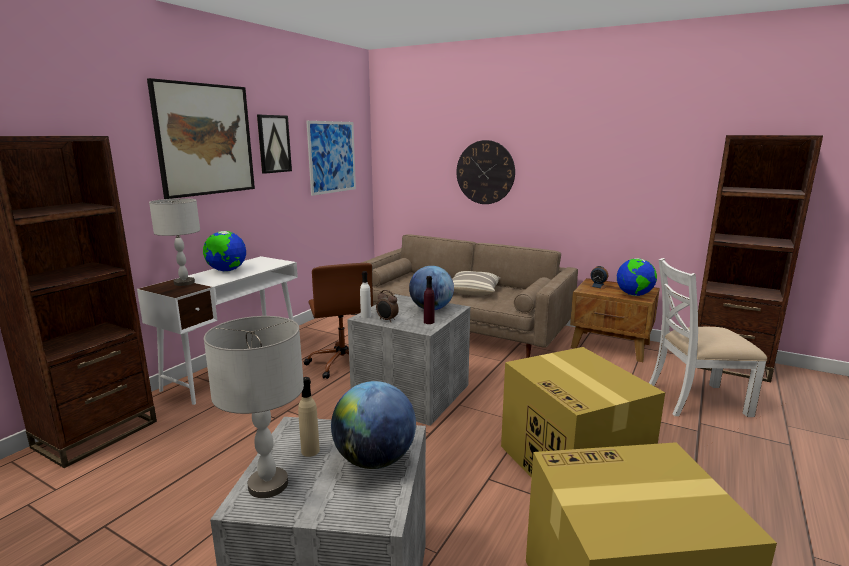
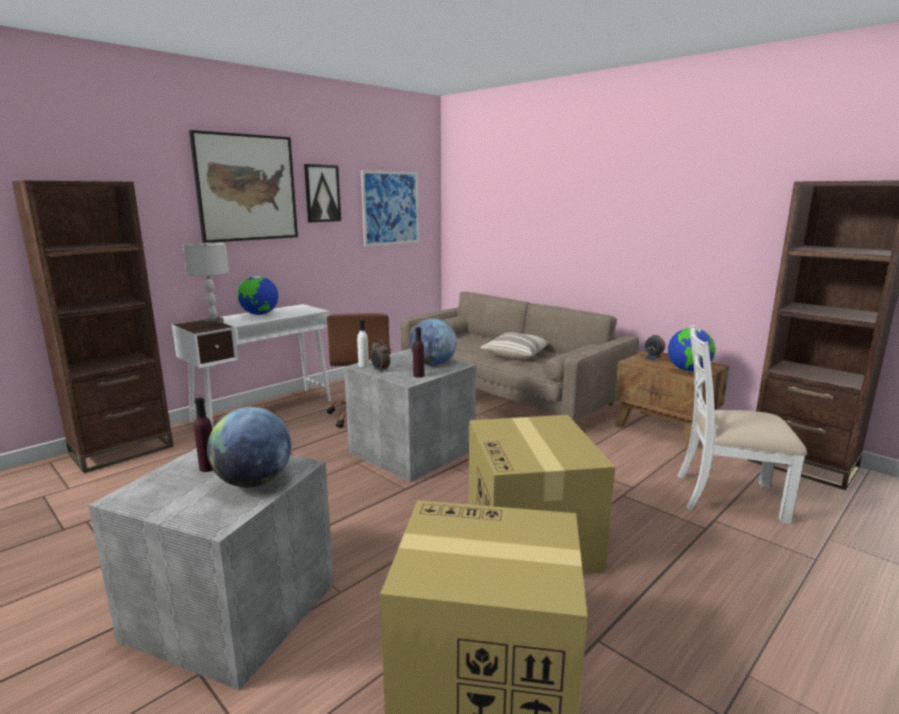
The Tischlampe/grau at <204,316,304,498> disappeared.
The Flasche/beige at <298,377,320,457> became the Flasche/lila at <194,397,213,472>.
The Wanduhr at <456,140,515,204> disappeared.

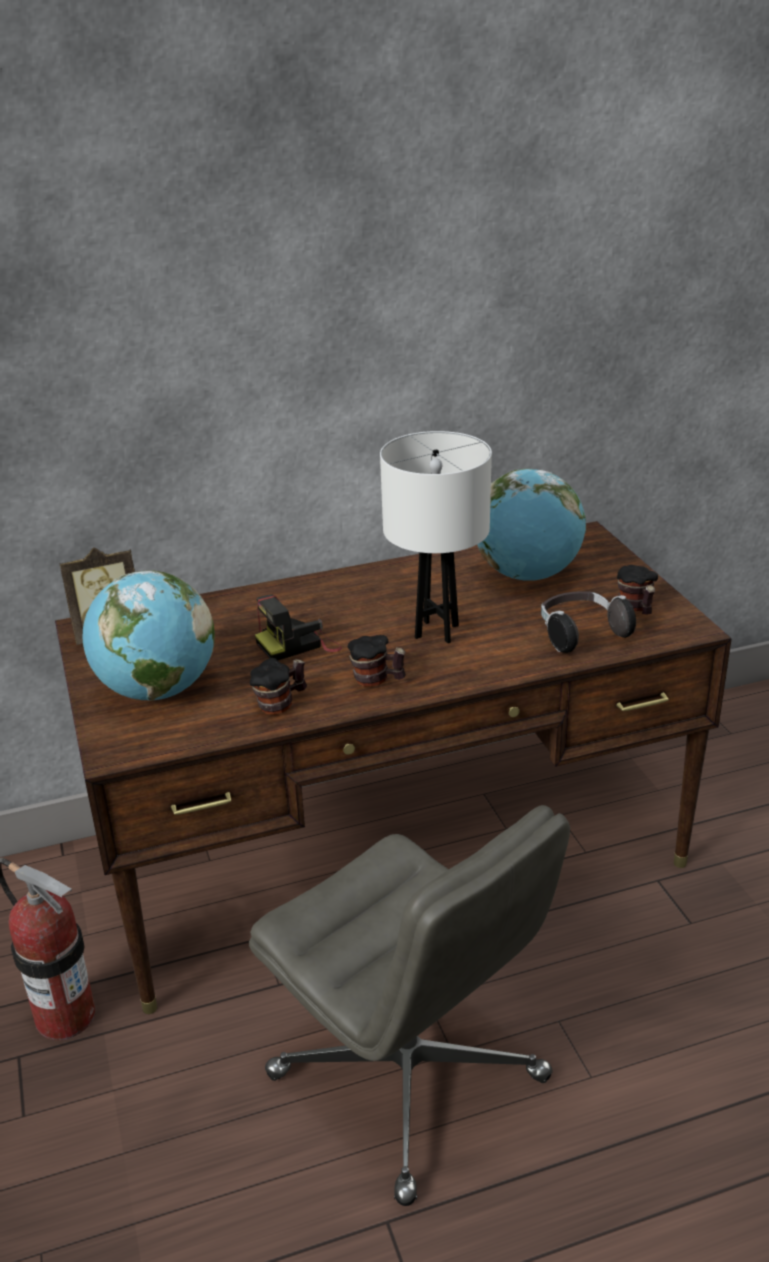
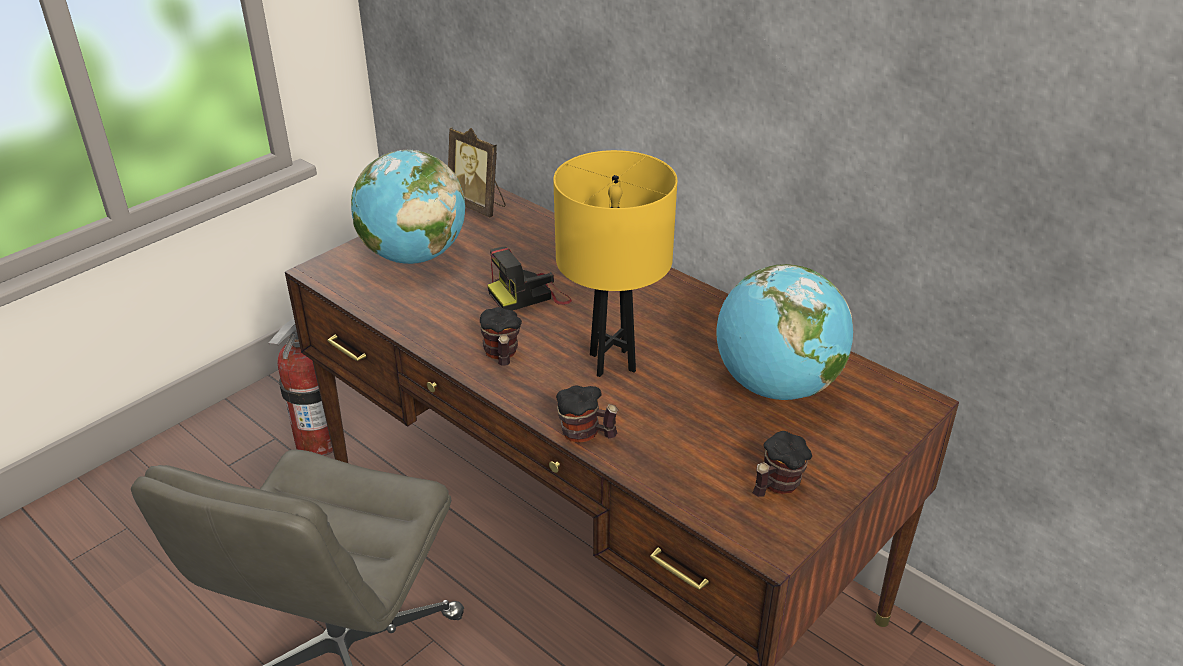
The Henkelbecher moved from <250,658,307,715> to <556,385,618,443>.
The Kamera at <255,595,342,660> turned 60 degrees counterclockwise.
The Tischlampe/weiß at <380,431,492,643> became the Tischlampe/gelb at <553,150,677,377>.
The Kopfhörer at <541,591,636,653> disappeared.

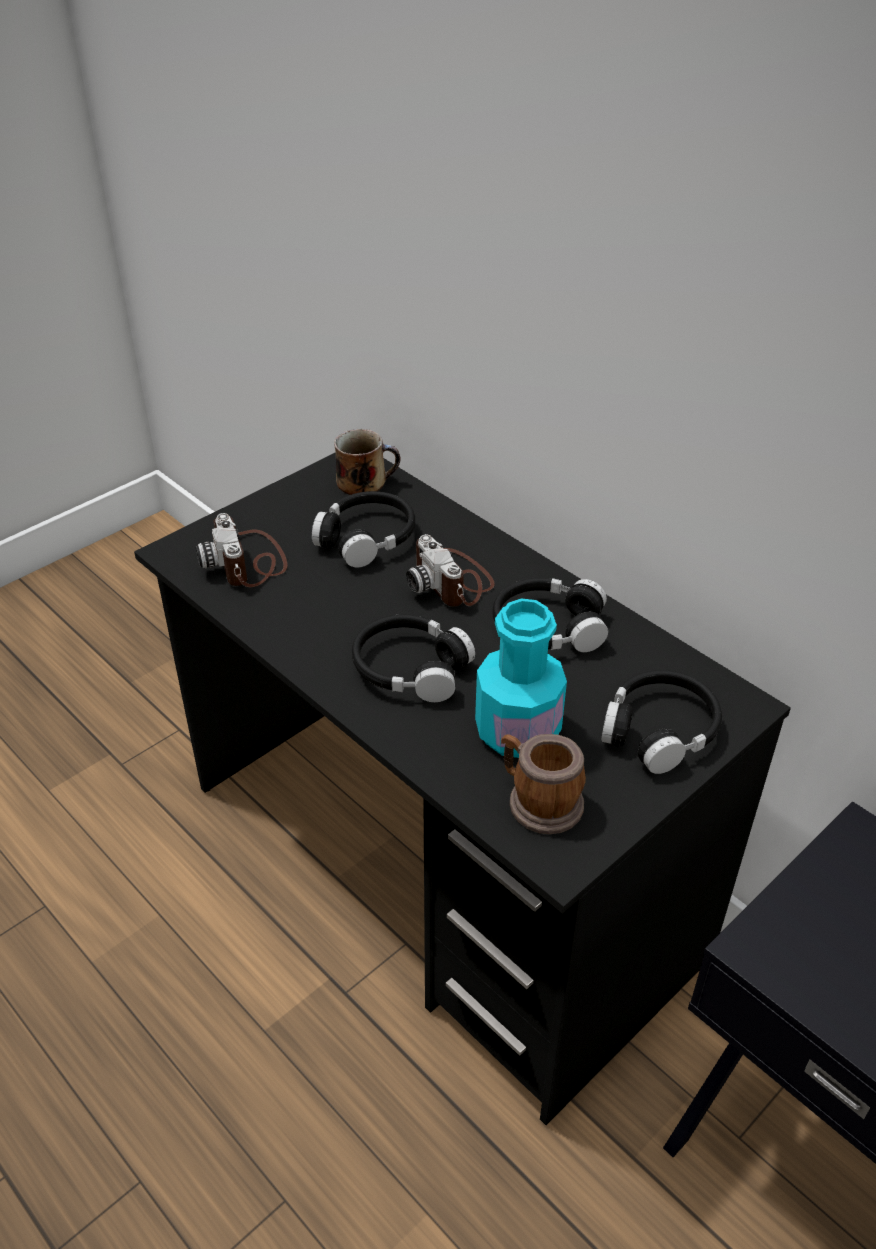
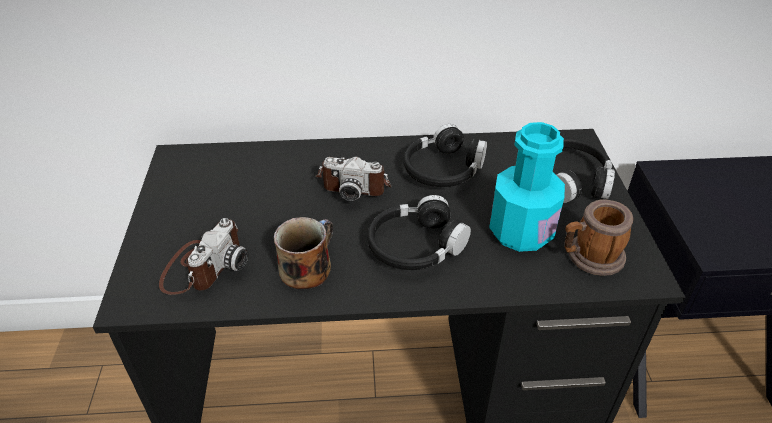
The Kamera at <196,513,288,588> turned 90 degrees counterclockwise.
The Kopfhörer/schwarz at <312,491,415,568> disappeared.
The Henkelbecher moved from <334,429,401,495> to <274,217,333,289>.

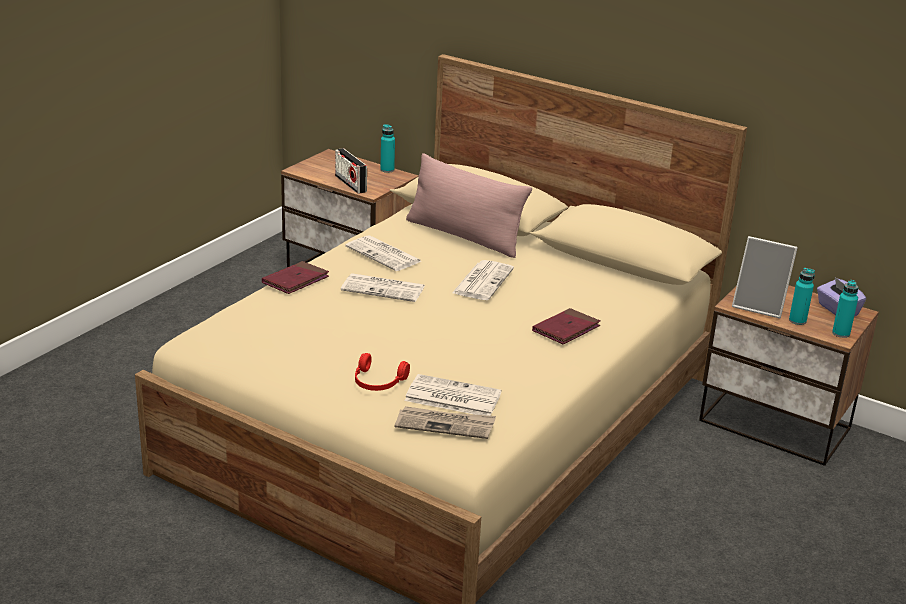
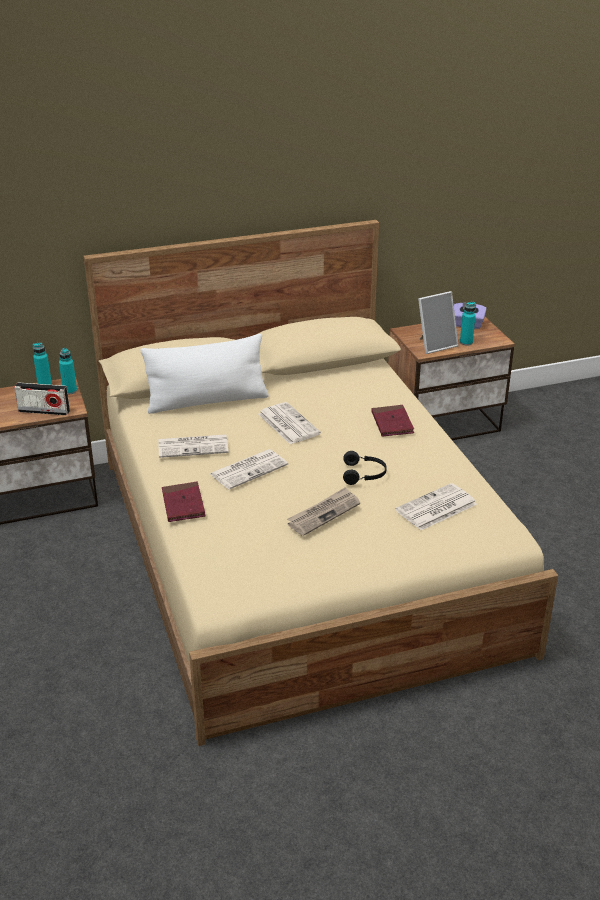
The Kopfhörer/rot at <355,353,410,391> disappeared.
The Zeitung moved from <395,406,496,439> to <287,487,360,536>.
The Kissen/rosa at <406,153,532,258> became the Kissen/weiß at <140,334,269,414>.
The Flasche/türkis moved from <832,280,858,338> to <59,348,77,394>.
The Kopfhörer/schwarz at <343,451,387,485> appeared.

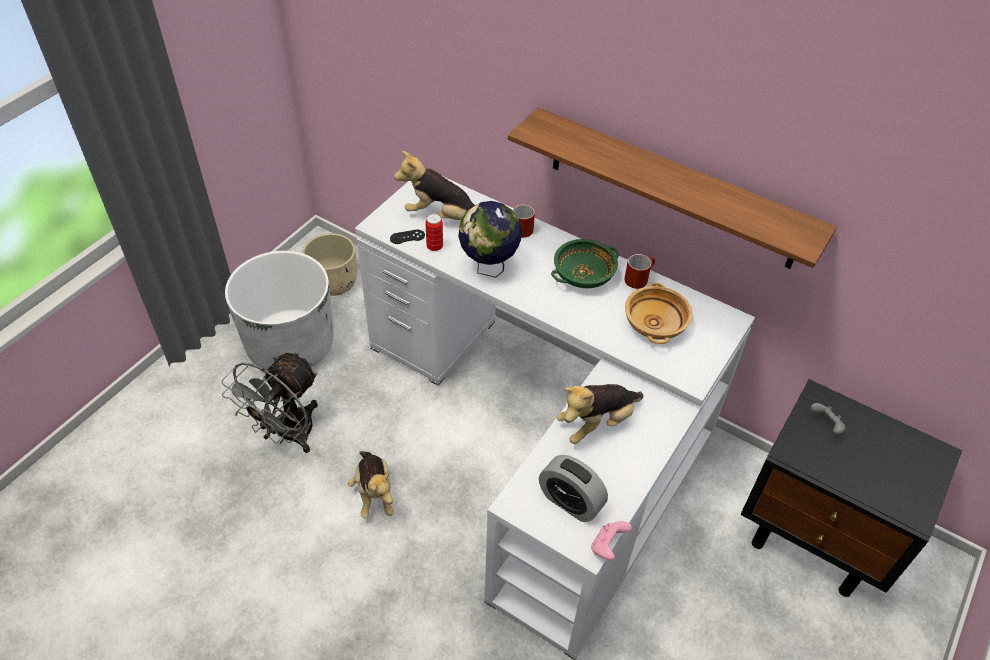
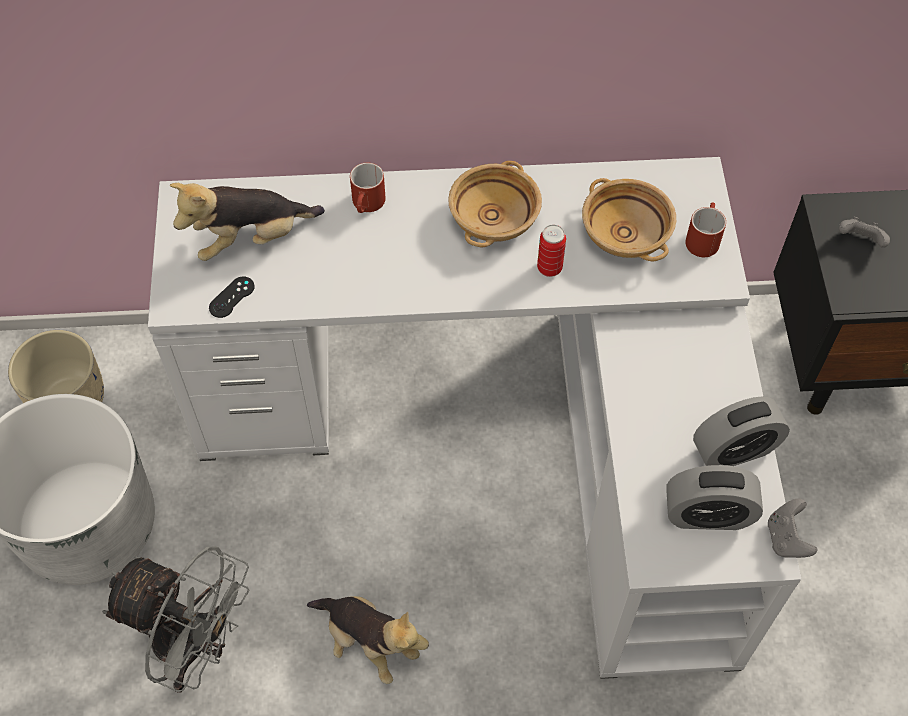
The Ventilator/grau at <222,352,318,453> turned 60 degrees counterclockwise.
The Dose moved from <425,214,443,251> to <537,225,566,277>.
The Globus at <458,201,522,278> disappeared.
The Wandregal at <508,107,837,269> disappeared.
The Schüssel/grün at <551,239,619,288> became the Schüssel/beige at <448,161,542,247>.
The Plüschtier at <557,384,643,444> disappeared.
The Gamepad/rosa at <591,521,632,560> became the Gamepad/grau at <768,499,817,558>.
The Henkelbecher/rot moved from <624,254,655,289> to <685,202,726,257>.
The Wecker at <693,396,790,466> appeared.

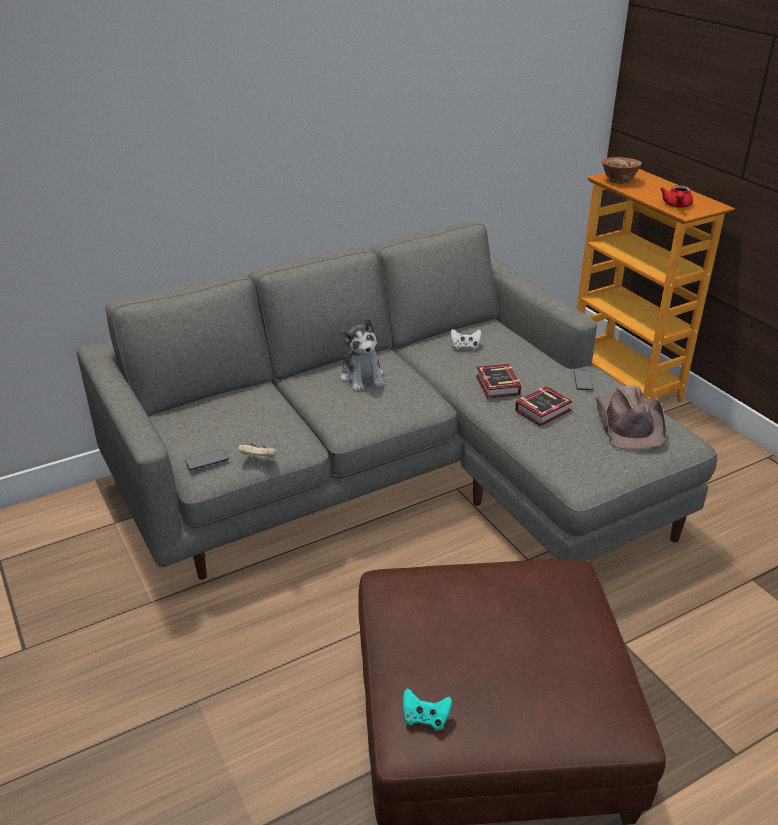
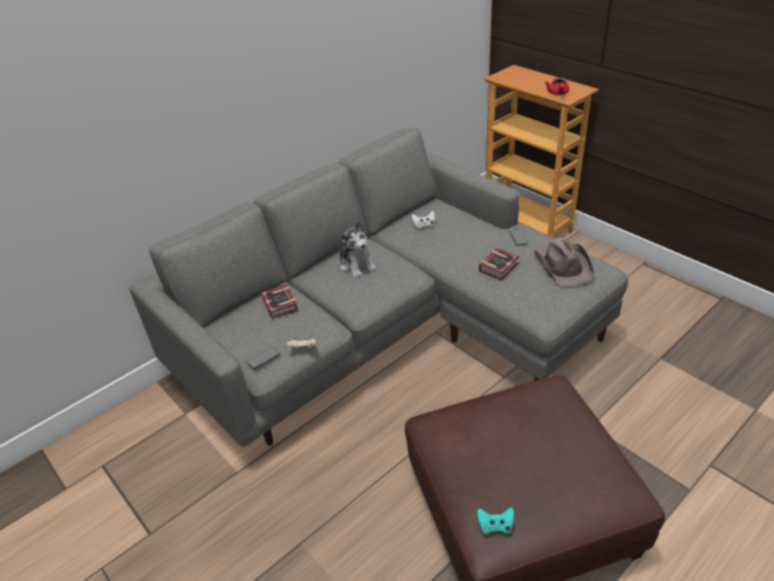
The Buch moved from <476,364,521,399> to <261,284,298,319>.
The Schüssel at <602,157,642,184> disappeared.

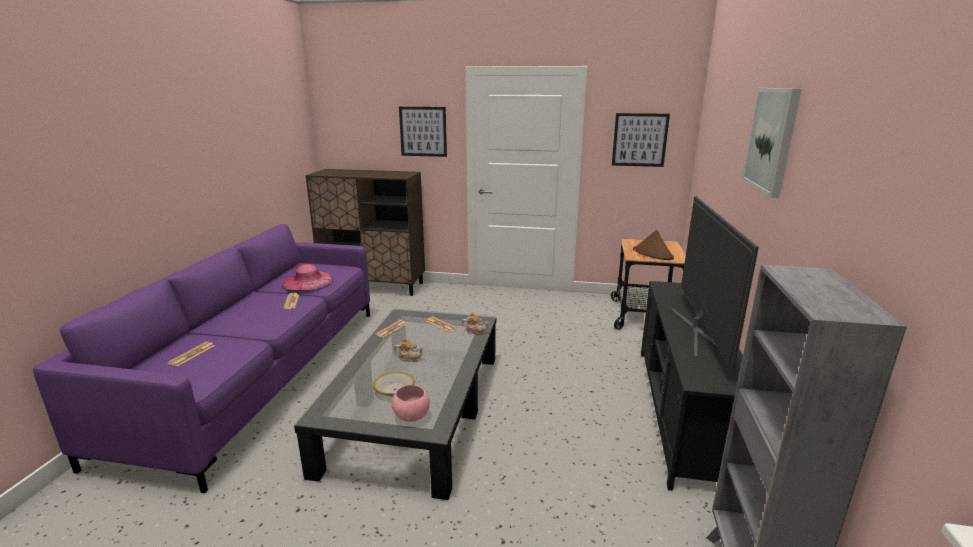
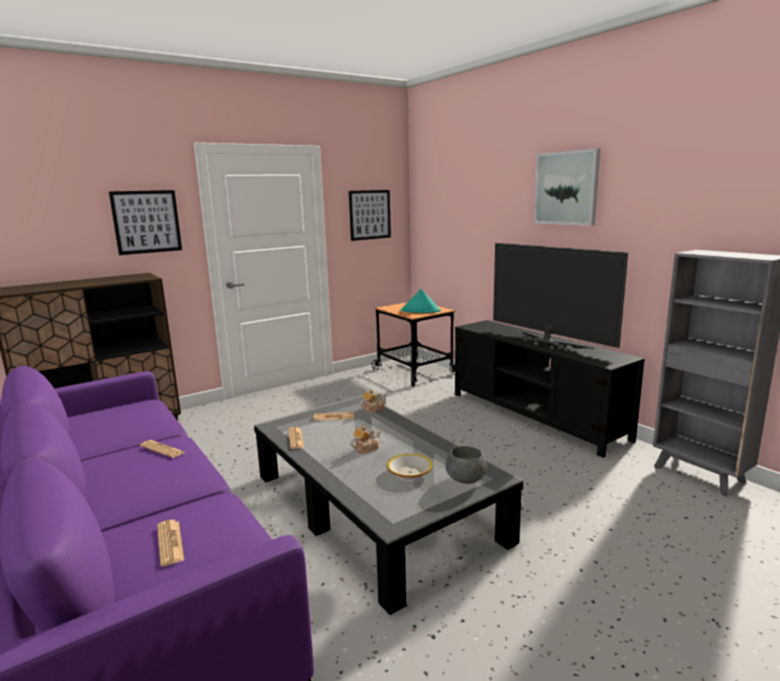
The Hut/rosa at <283,264,334,290> disappeared.
The Schüssel/rosa at <392,385,430,422> became the Schüssel/grau at <445,446,487,484>.
The Hut/braun at <633,230,674,260> became the Hut/türkis at <400,289,441,313>.

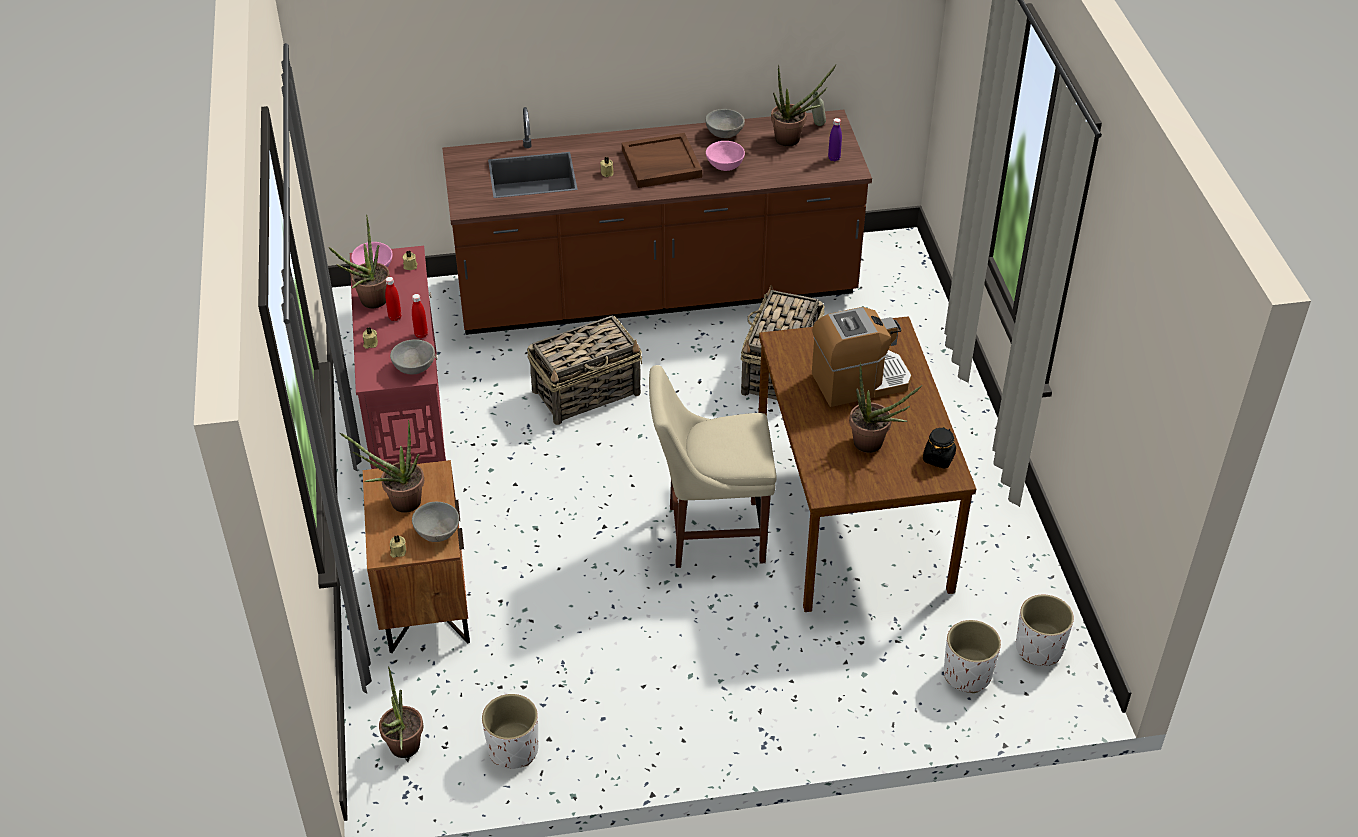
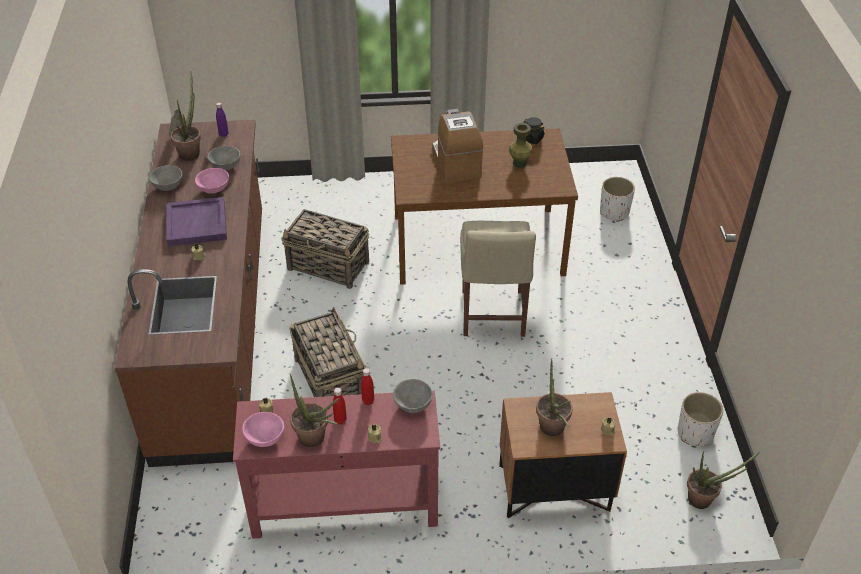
The Schüssel/grau moved from <412,502,459,542> to <207,146,241,170>.
The Tablett/braun at <622,133,702,188> became the Tablett/lila at <167,197,227,247>.
The Topfpflanze at <849,362,923,453> was replaced by the Vase/grün at <509,123,533,168>.
The Pflanzkübel/weiß at <1016,595,1074,666> disappeared.

